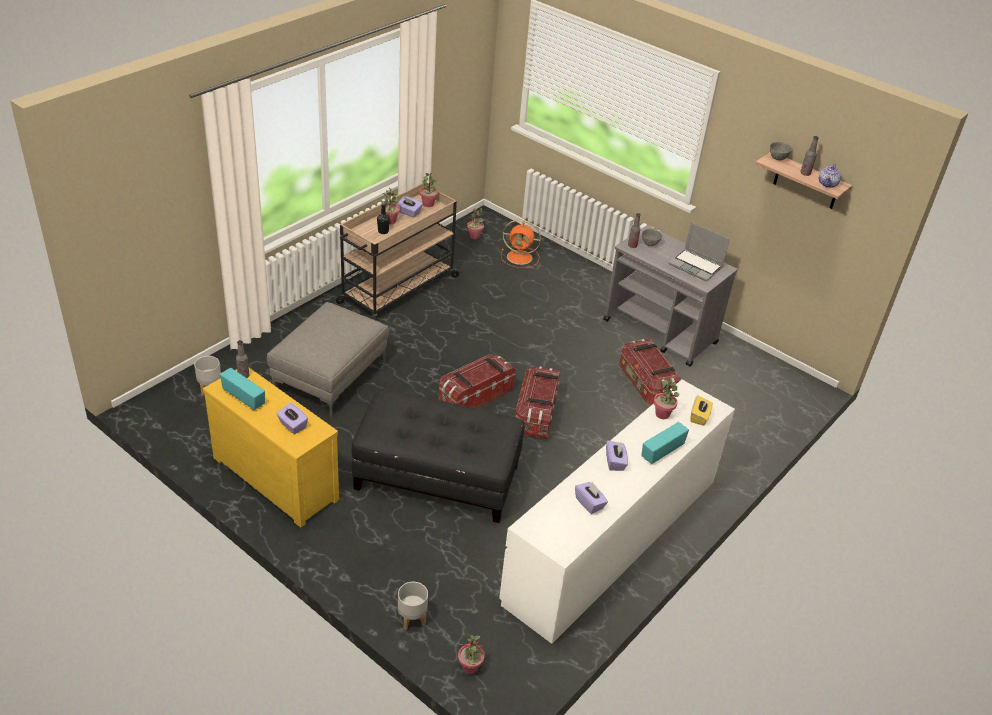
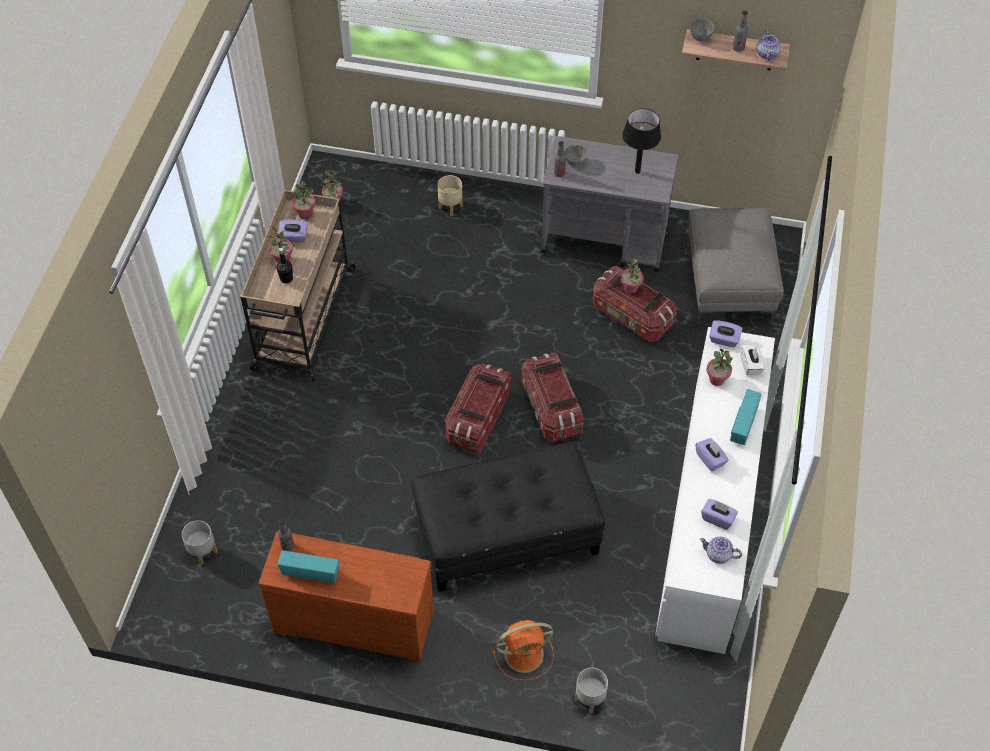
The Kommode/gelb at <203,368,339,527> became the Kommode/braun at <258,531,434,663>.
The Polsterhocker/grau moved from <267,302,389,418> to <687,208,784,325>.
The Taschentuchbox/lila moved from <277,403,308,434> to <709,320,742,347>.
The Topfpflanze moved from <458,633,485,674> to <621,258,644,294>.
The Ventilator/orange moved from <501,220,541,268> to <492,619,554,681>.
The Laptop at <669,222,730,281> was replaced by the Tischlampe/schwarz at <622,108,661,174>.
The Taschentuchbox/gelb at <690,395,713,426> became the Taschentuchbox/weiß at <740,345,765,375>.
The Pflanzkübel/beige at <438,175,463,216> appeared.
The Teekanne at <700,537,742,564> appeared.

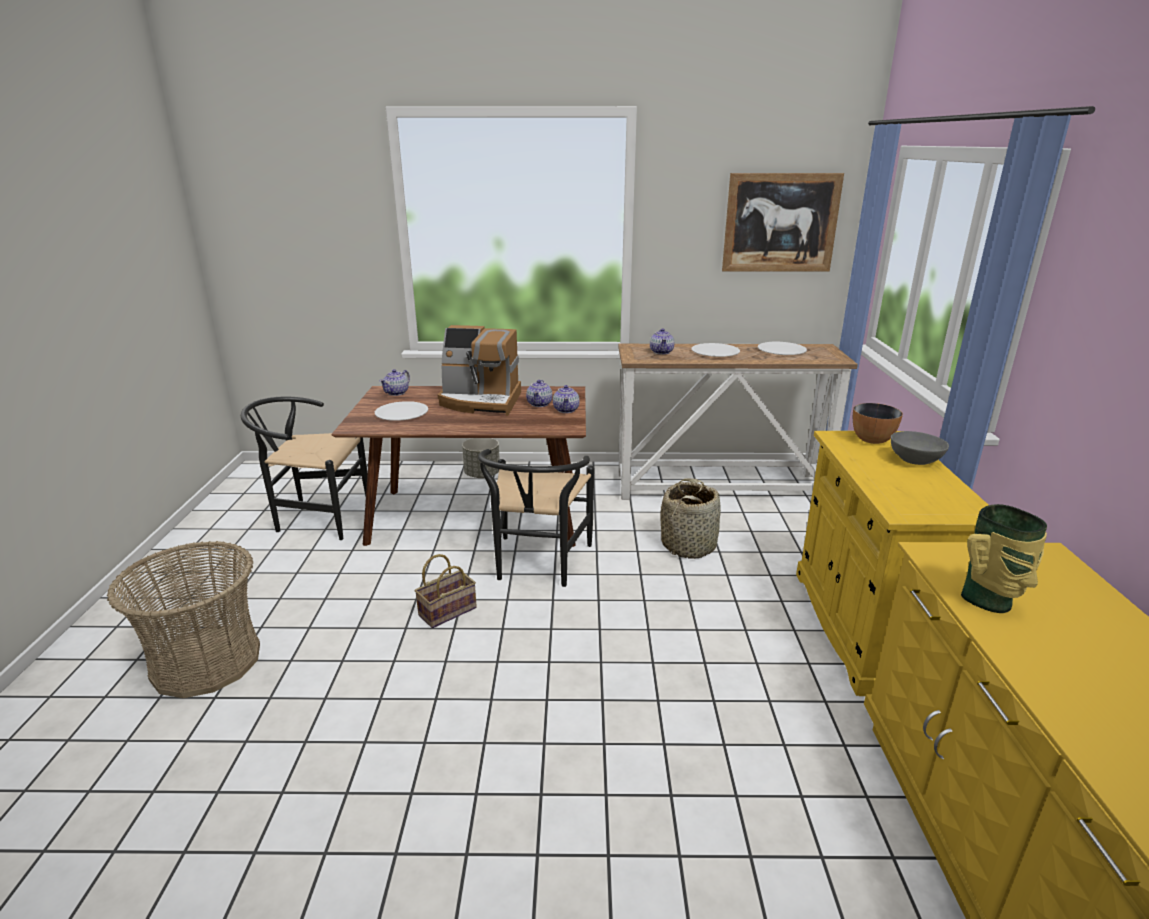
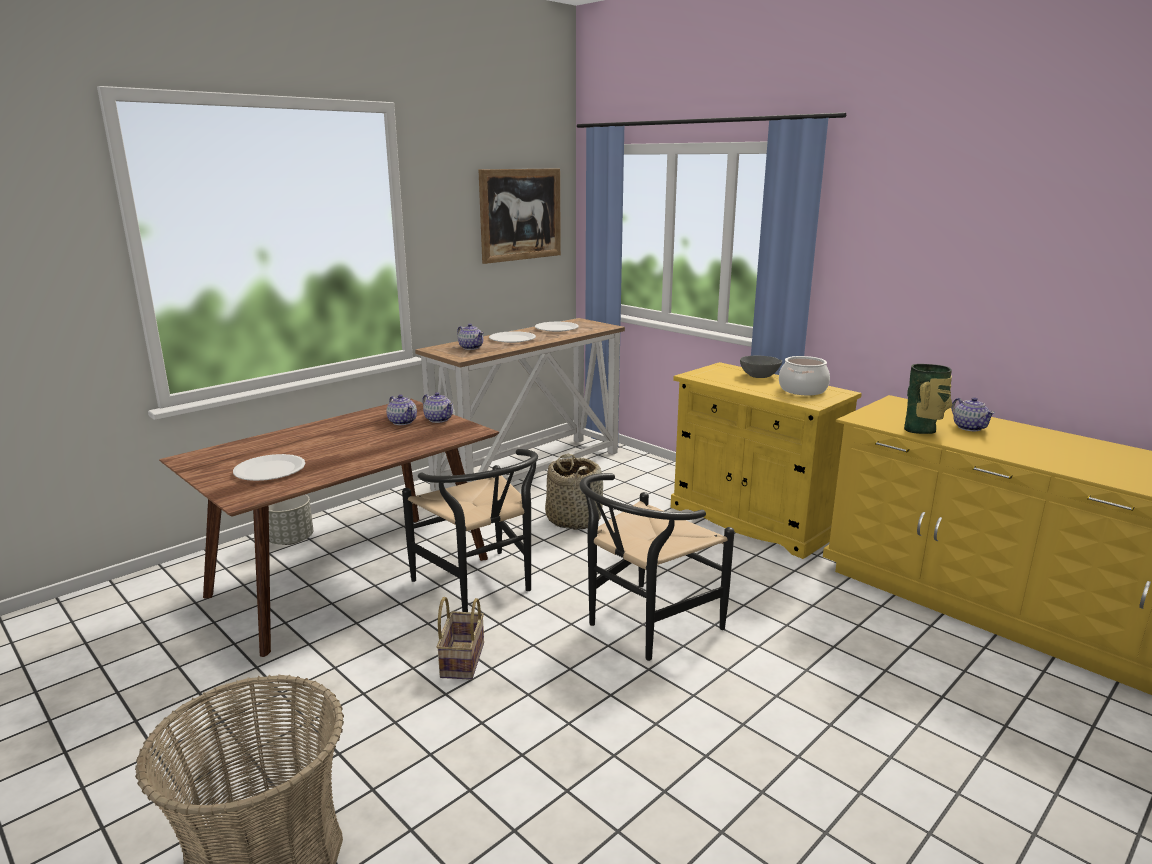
The Stuhl/schwarz moved from <241,397,367,540> to <580,473,735,661>.
The Teekanne moved from <380,369,410,396> to <951,397,995,431>.
The Kaffeemaschine at <438,325,521,416> disappeared.
The Schüssel at <853,403,903,444> disappeared.
The Kochtopf at <779,356,830,395> appeared.

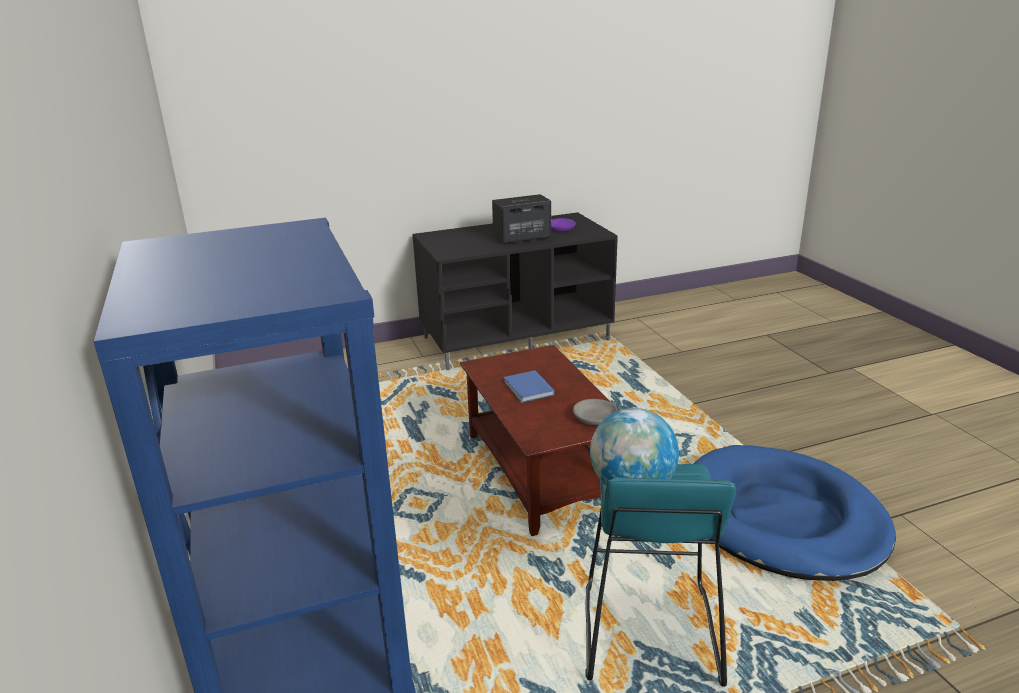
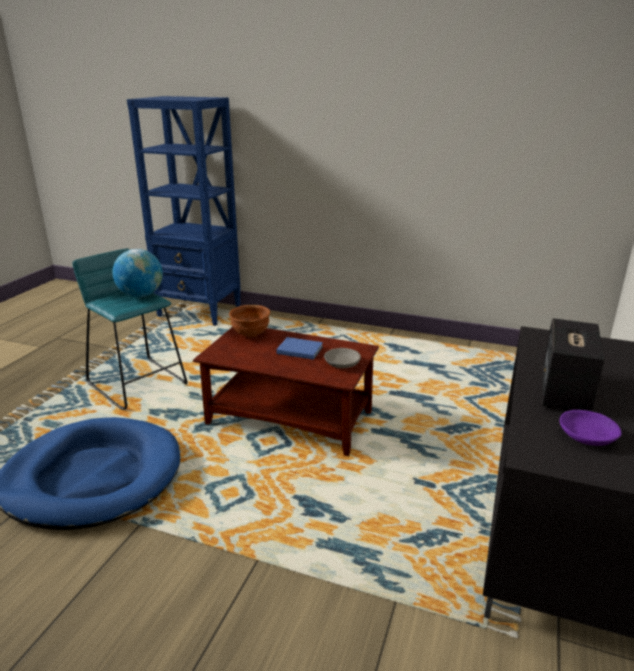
The Schüssel/grau moved from <573,399,618,425> to <324,348,361,368>.
The Schüssel/braun at <229,305,270,337> appeared.

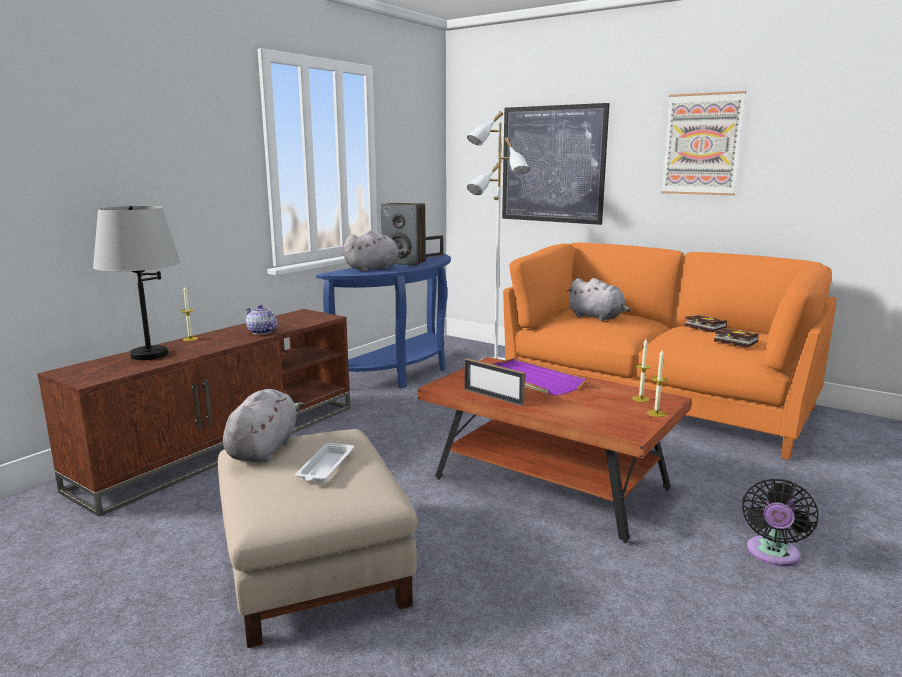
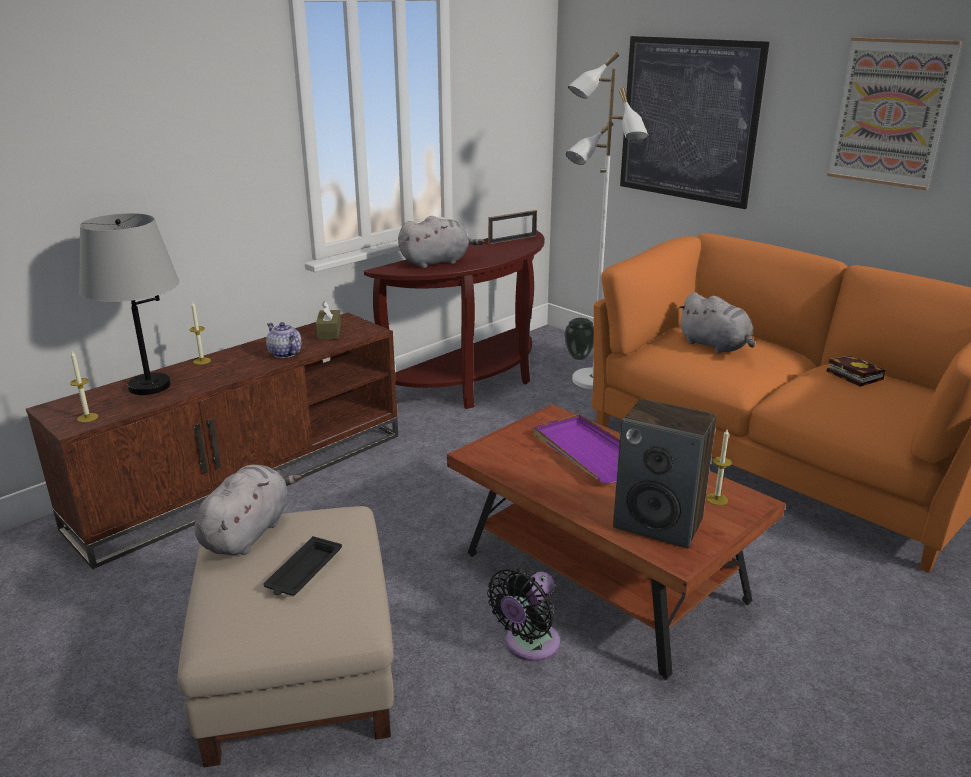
The Tablett/weiß at <295,443,354,482> became the Tablett/schwarz at <263,536,342,596>.
The Konsolentisch/blau at <316,253,451,388> became the Konsolentisch/braun at <364,231,545,409>.
The Lautsprecher moved from <381,203,426,265> to <613,398,717,548>.
The Bilderrahmen at <464,358,525,407> disappeared.
The Kerze moved from <647,350,667,417> to <70,351,98,423>.
The Buch at <714,328,759,348> disappeared.
The Ventilator/schwarz moved from <742,478,819,567> to <487,568,560,661>.
The Taschentuchbox/braun at <316,301,341,340> appeared.
The Vase at <564,318,594,360> appeared.

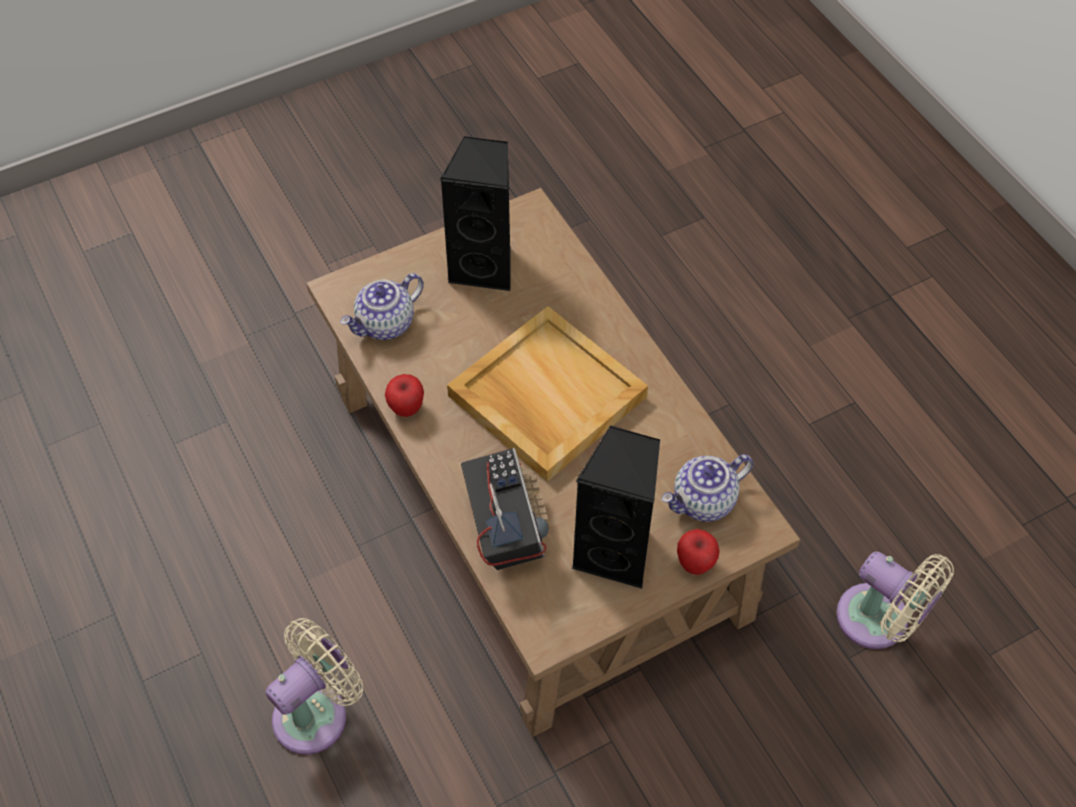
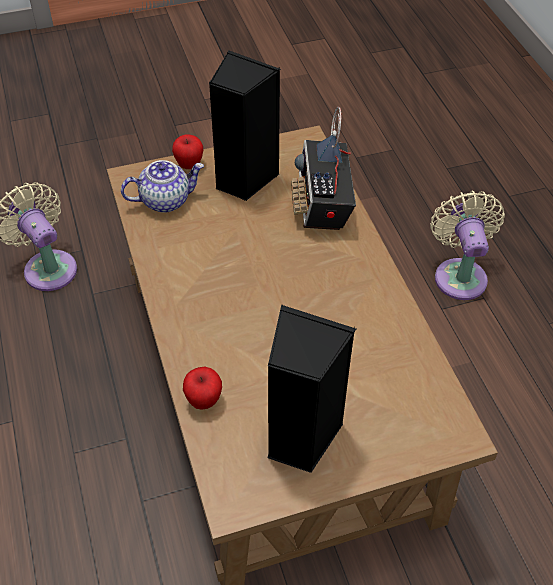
The Ventilator/beige at <266,618,363,755> turned 120 degrees clockwise.
The Teekanne at <340,273,424,340> disappeared.
The Apfel moved from <385,374,424,417> to <183,367,222,410>.
The Tablett/beige at <447,306,648,482> disappeared.

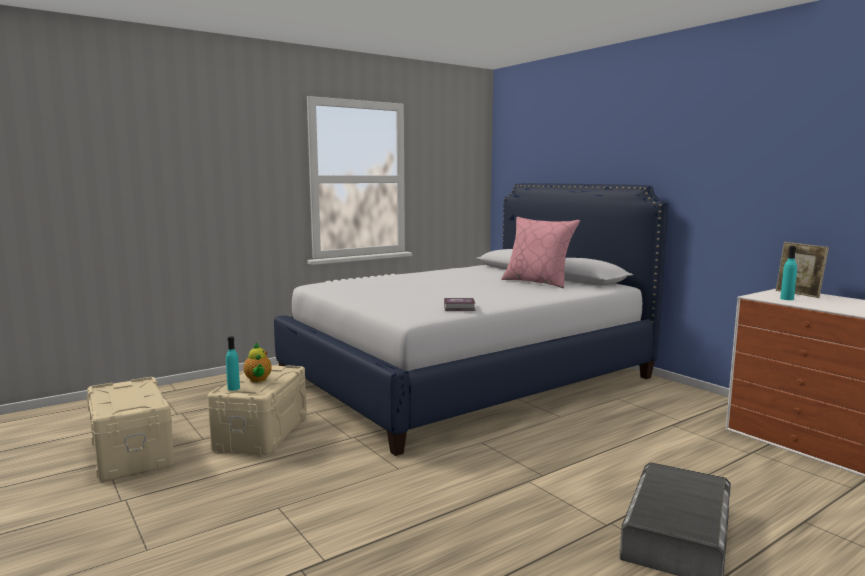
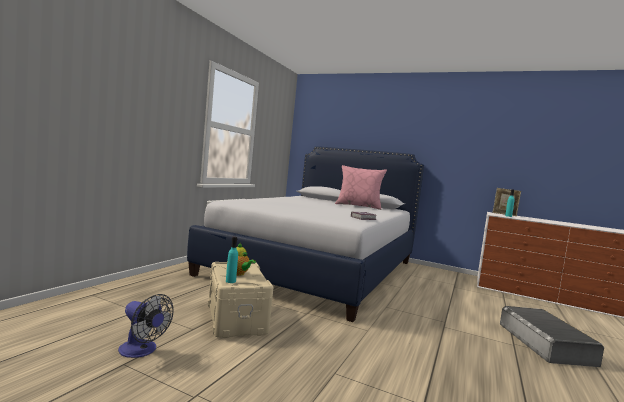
The Aufbewahrungsbox/beige at <87,377,175,481> was replaced by the Ventilator at <118,294,173,358>.

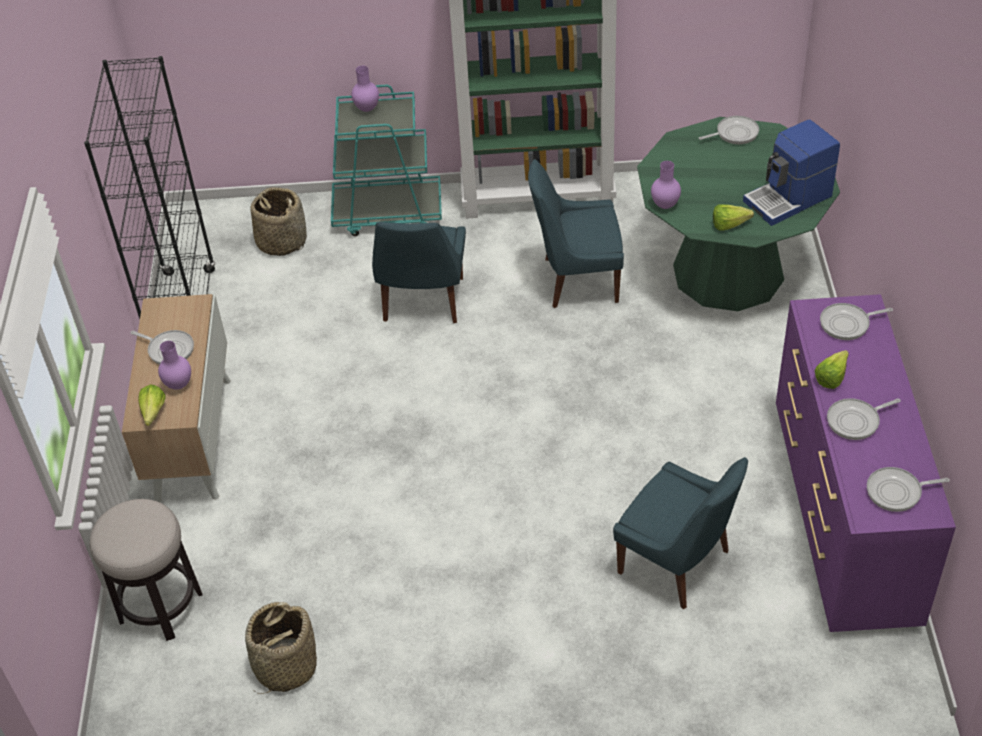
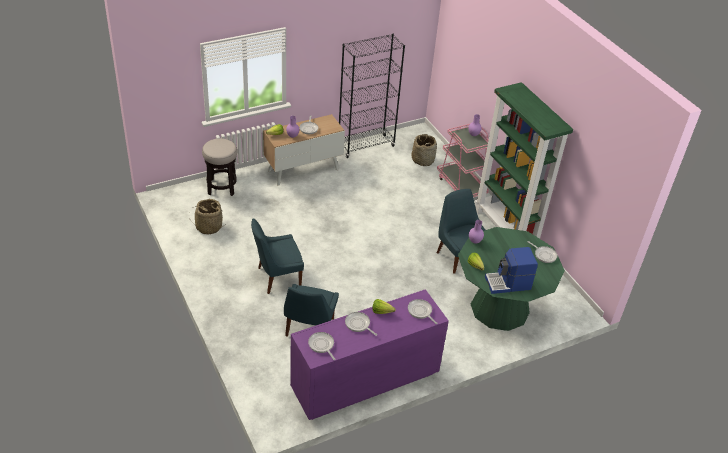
The Rollwagen/türkis at <331,85,442,236> became the Rollwagen/rosa at <437,124,489,197>.
The Stuhl/blau moved from <372,222,466,323> to <251,218,304,294>.
The Kaffeemaschine at <743,120,840,226> turned 45 degrees counterclockwise.

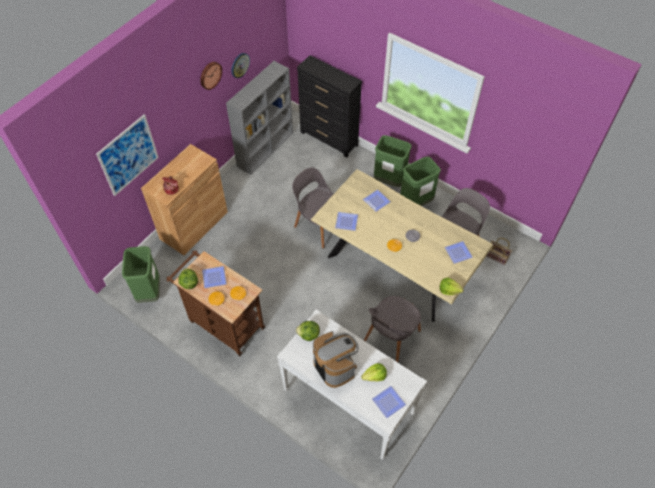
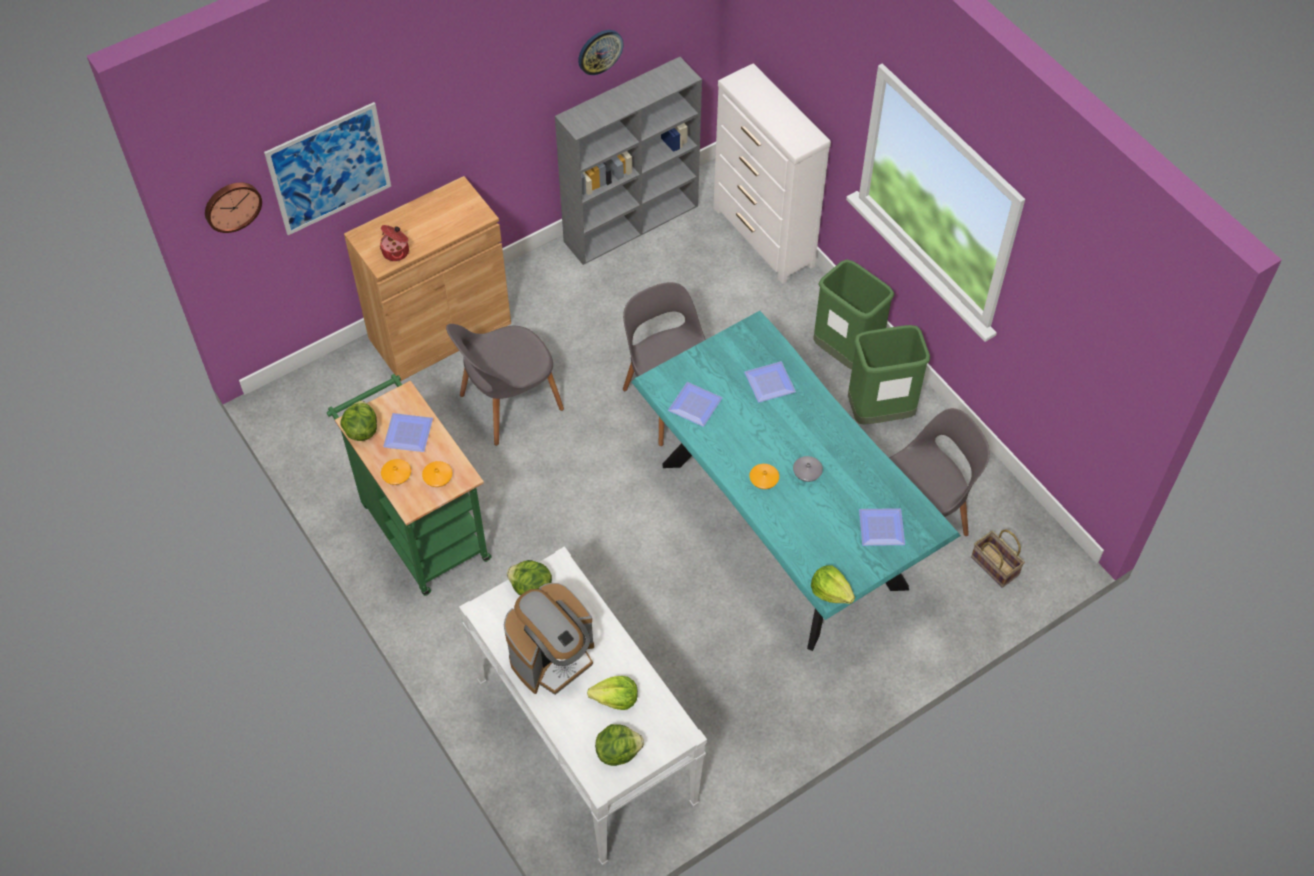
The Mülleimer/grün at <122,246,160,303> disappeared.
The Rollwagen/braun at <166,250,265,356> became the Rollwagen/grün at <327,374,491,596>.
The Wanduhr moved from <200,62,222,90> to <205,183,262,233>.
The Kommode/schwarz at <297,55,362,158> became the Kommode/weiß at <713,63,831,284>.
The Esstisch/beige at <311,169,494,322> became the Esstisch/türkis at <631,311,961,651>.
The Kaffeemaschine at <313,331,359,388> turned 60 degrees clockwise.
The Stuhl/grau moved from <364,296,421,362> to <446,324,564,446>.
The Teller at <372,386,406,418> was replaced by the Salatkopf at <595,724,644,766>.

